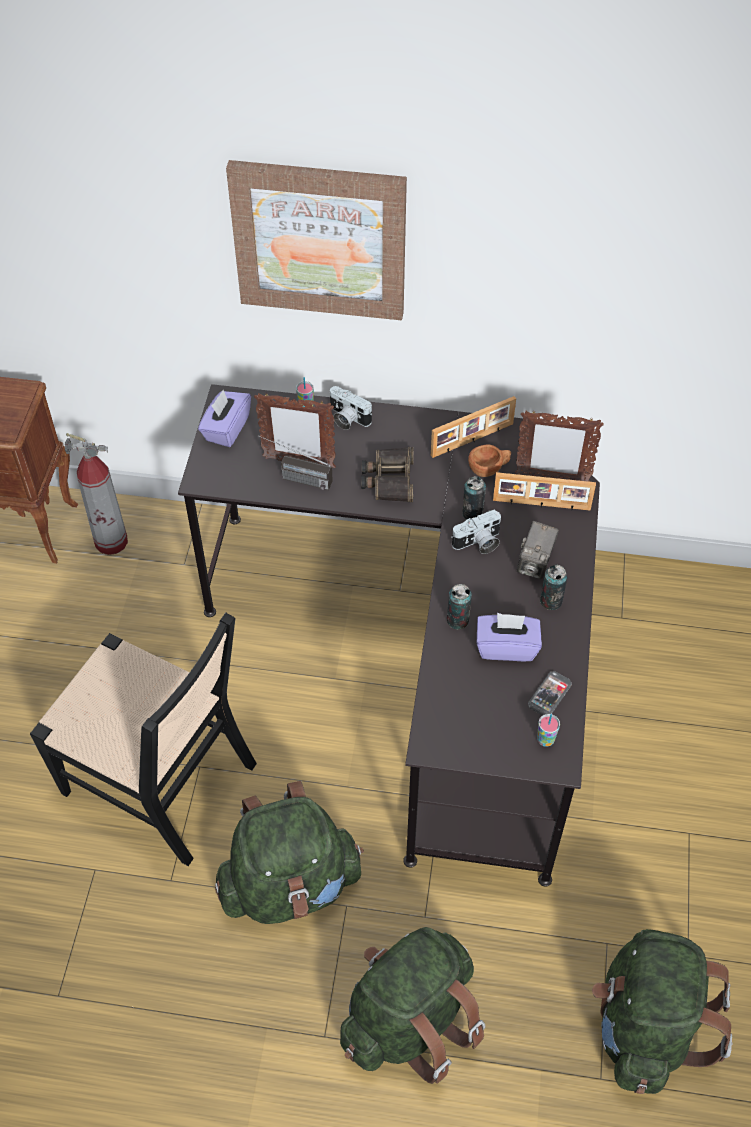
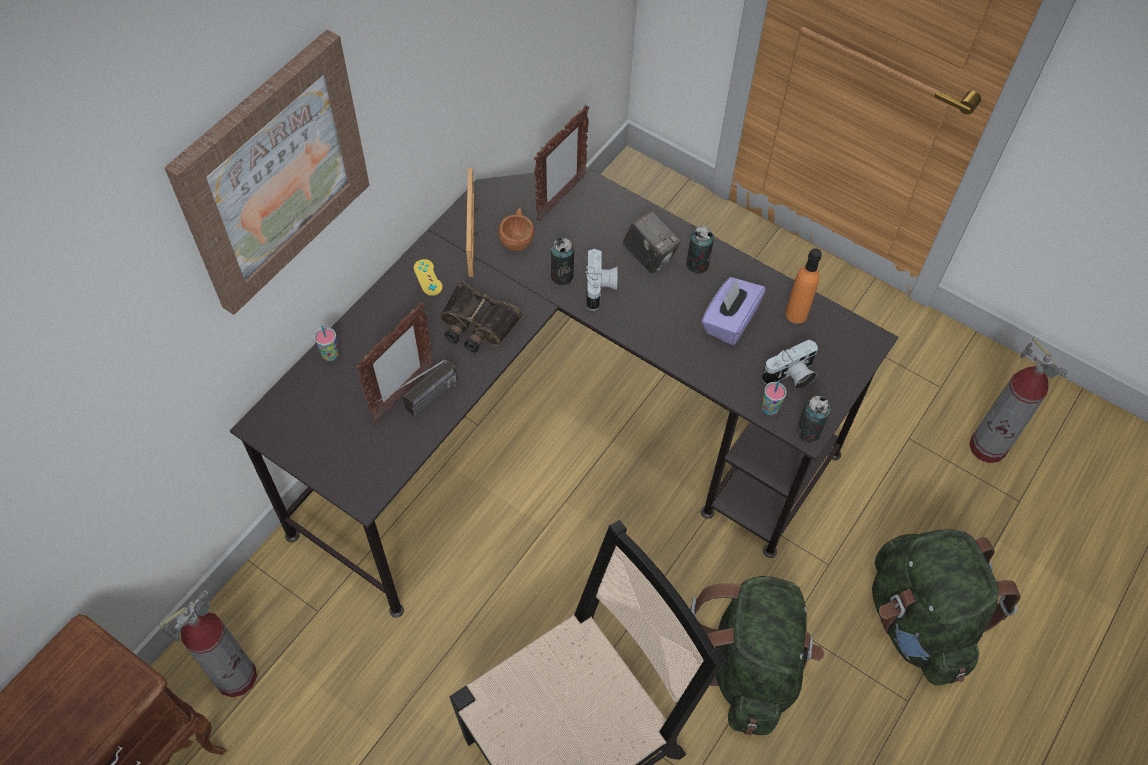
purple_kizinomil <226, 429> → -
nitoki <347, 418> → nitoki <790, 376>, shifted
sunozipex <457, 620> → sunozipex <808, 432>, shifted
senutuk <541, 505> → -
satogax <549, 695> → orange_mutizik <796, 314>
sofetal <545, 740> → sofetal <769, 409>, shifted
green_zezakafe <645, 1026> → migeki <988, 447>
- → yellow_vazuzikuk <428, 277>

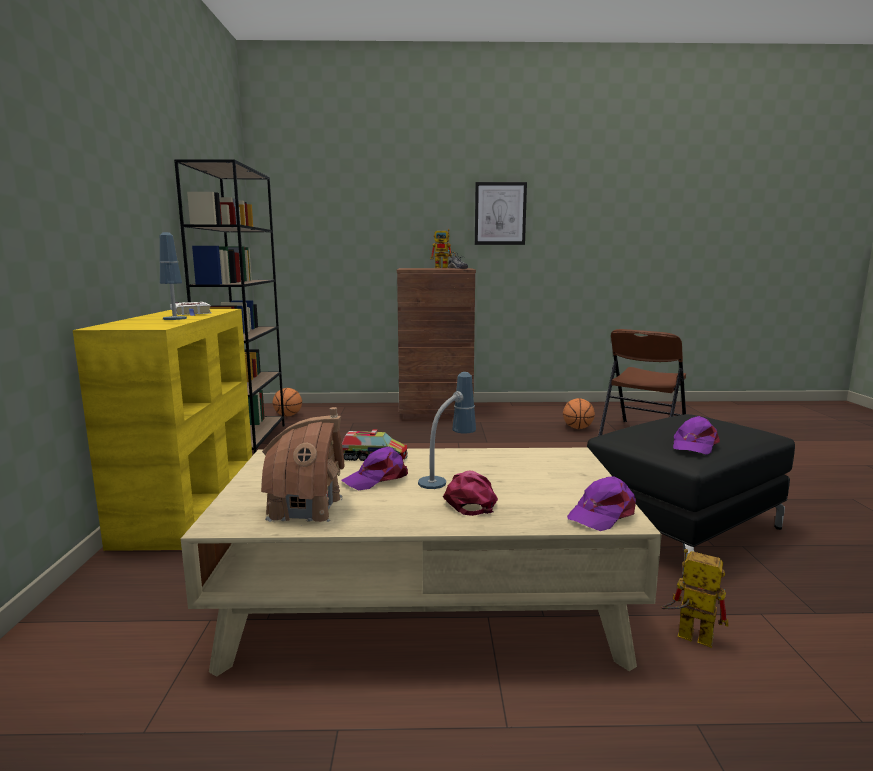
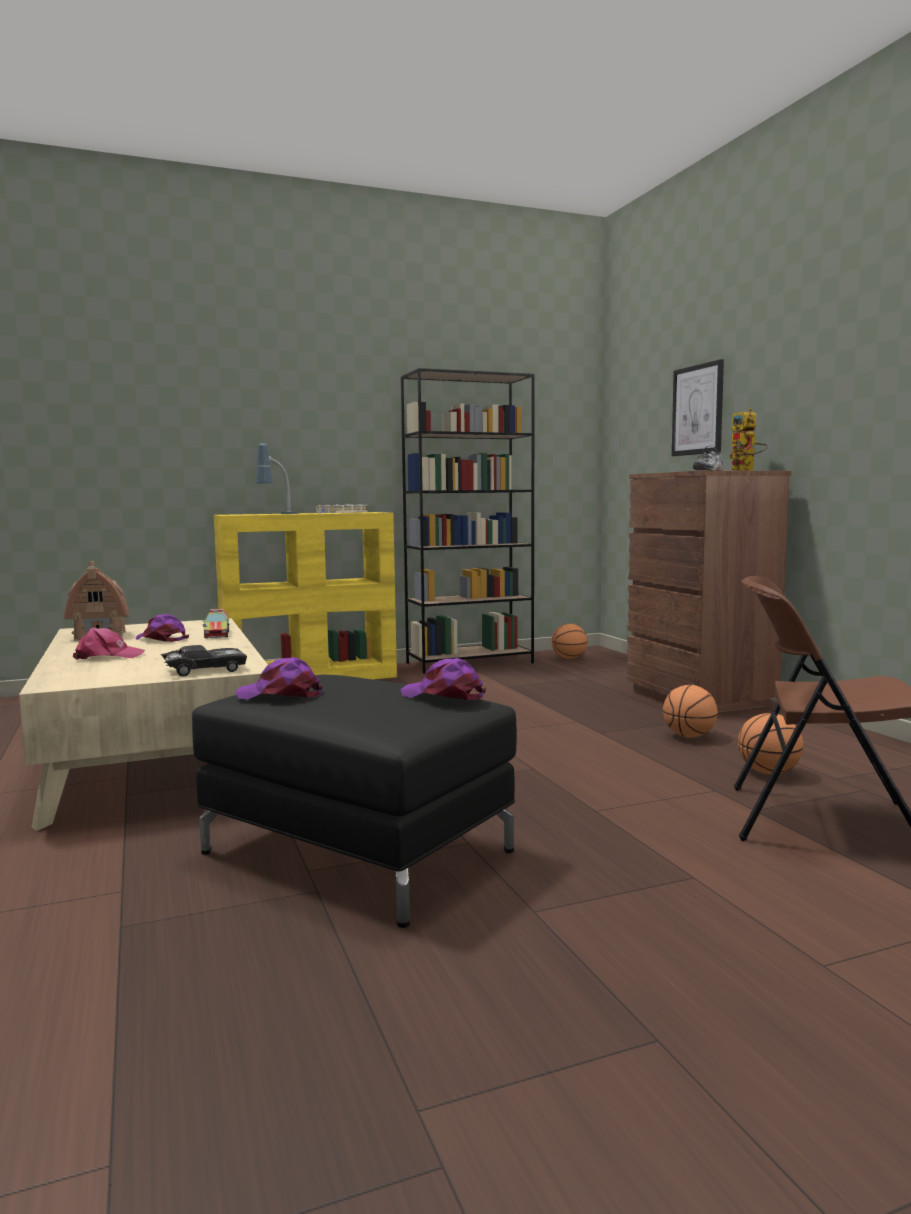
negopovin <447, 478> → -
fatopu <500, 213> → fatopu <697, 410>, shifted
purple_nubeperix <602, 514> → purple_nubeperix <444, 695>, shifted
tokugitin <686, 636> → -
- → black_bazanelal <205, 670>
- → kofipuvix <689, 736>

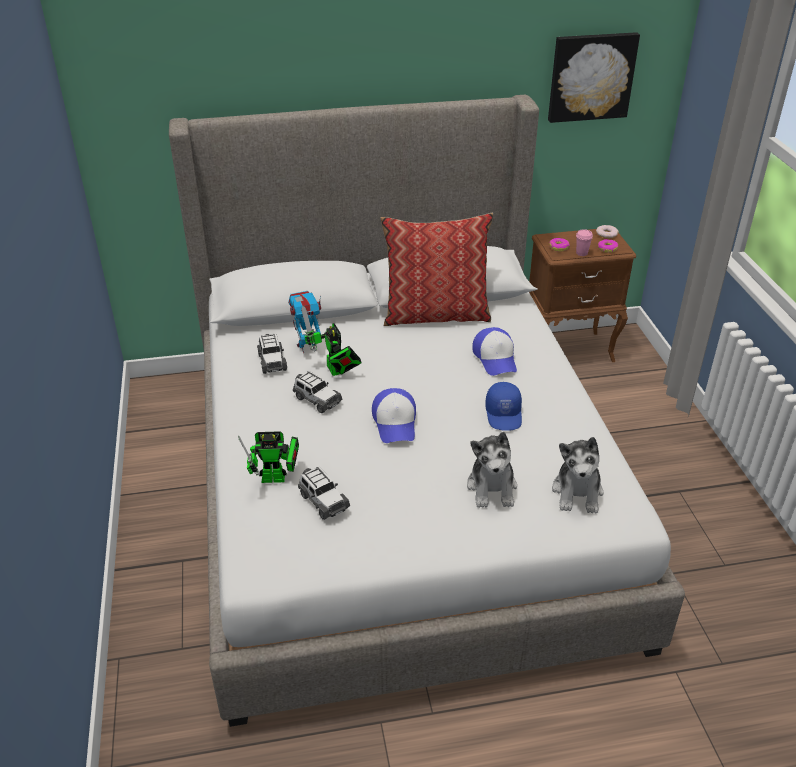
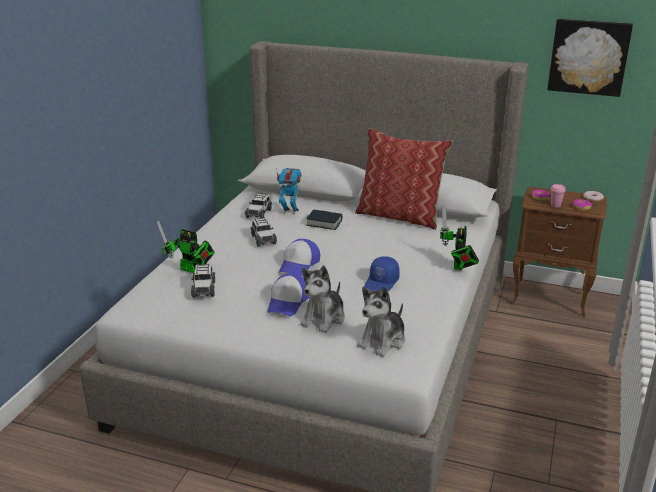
tokugitin <335, 371> → tokugitin <458, 267>, shifted
nubeperix <495, 358> → nubeperix <288, 302>, shifted
- → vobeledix <324, 223>

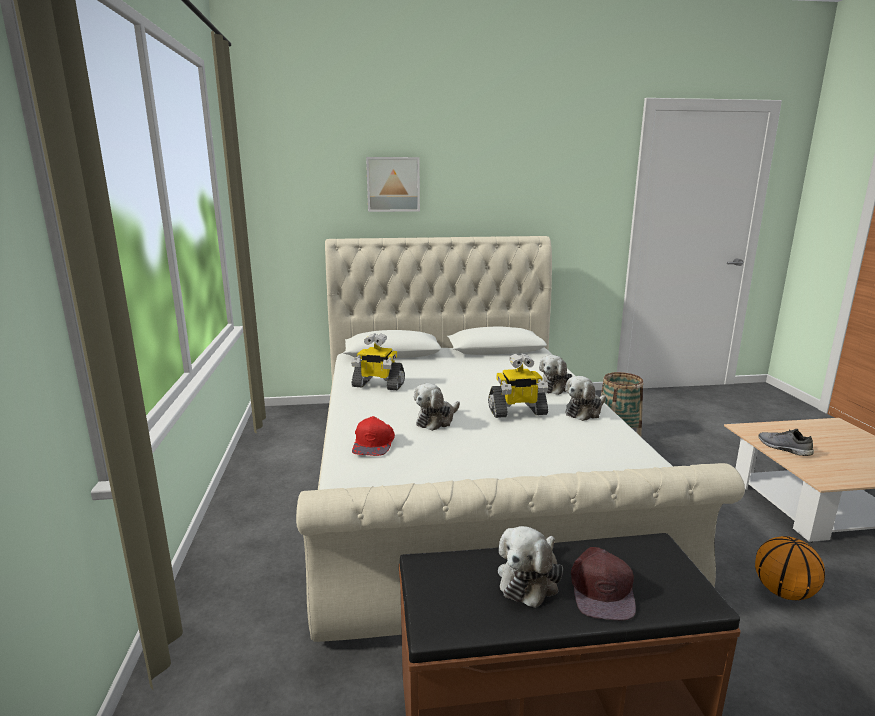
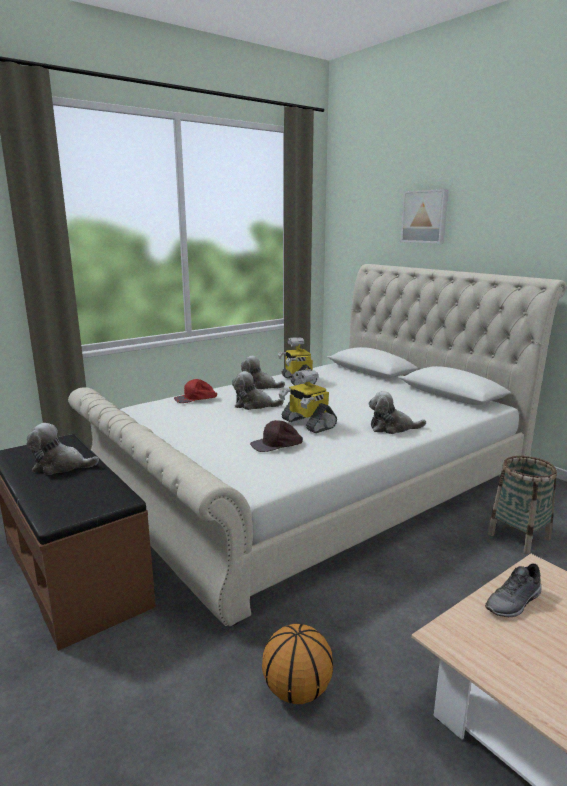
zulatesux <584, 412> → zulatesux <259, 386>, shifted
brown_nubeperix <602, 589> → brown_nubeperix <277, 444>, shifted
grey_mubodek <783, 448> → grey_mubodek <514, 602>, 150 degrees counterclockwise

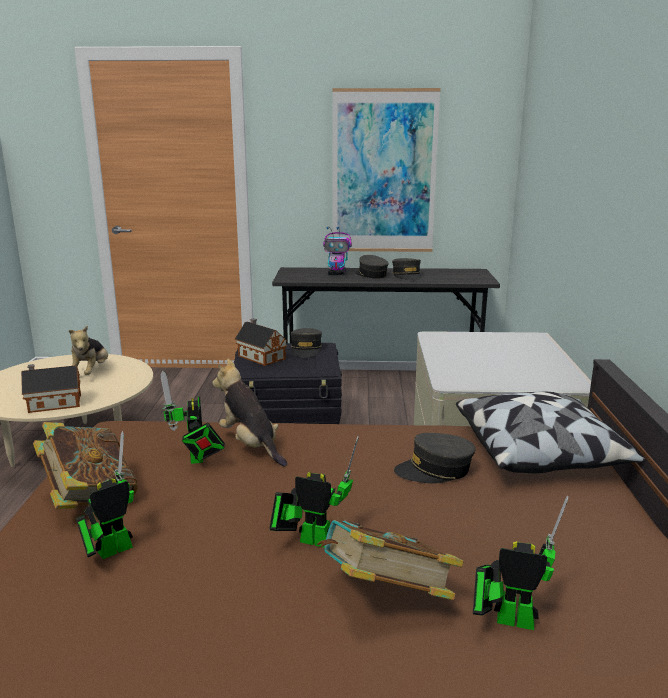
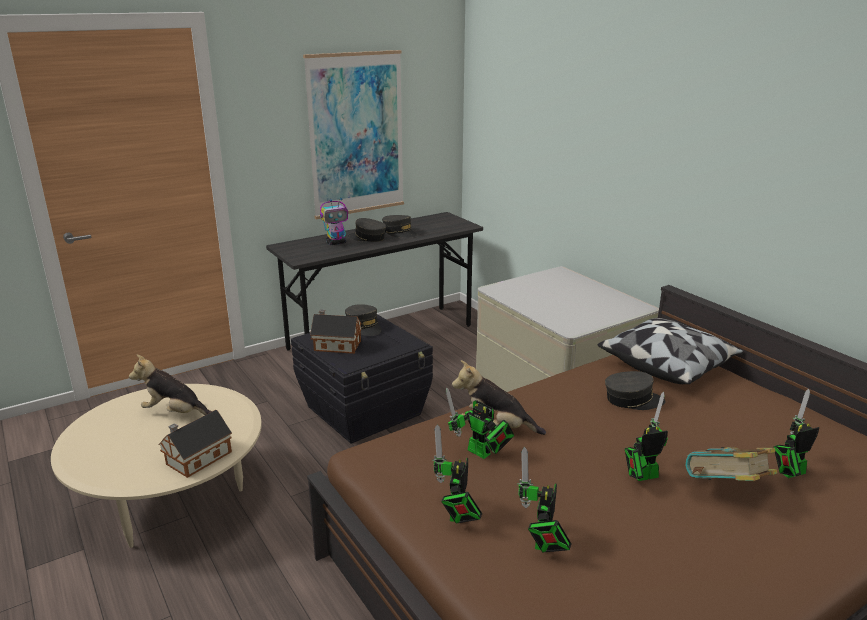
vobeledix <89, 497> → tokugitin <457, 516>
zulatesux <91, 372> → zulatesux <175, 413>, 135 degrees clockwise
grey_nubeperix <435, 470> → grey_nubeperix <632, 400>, 135 degrees counterclockwise

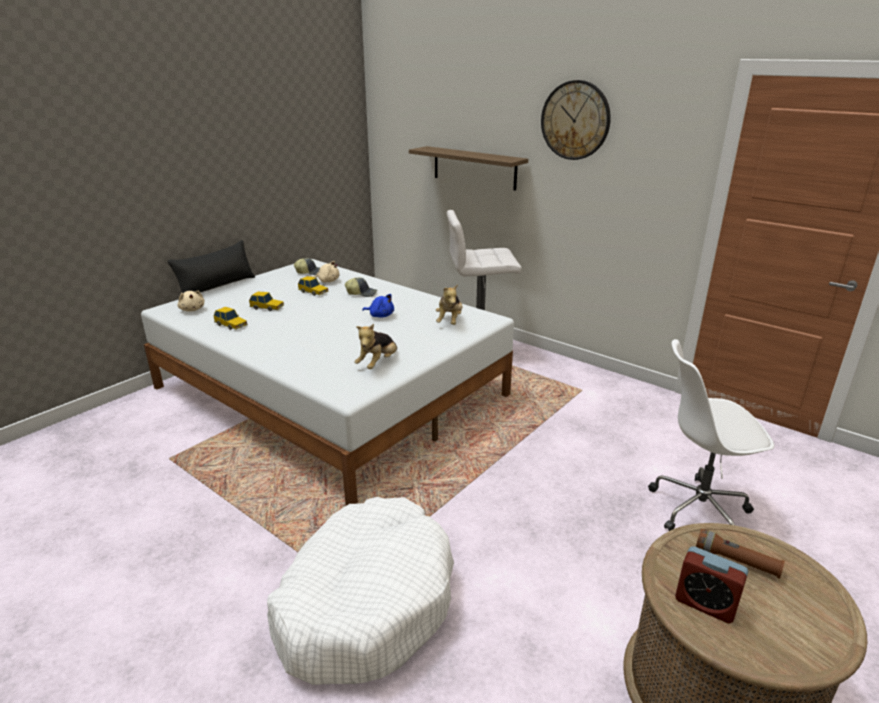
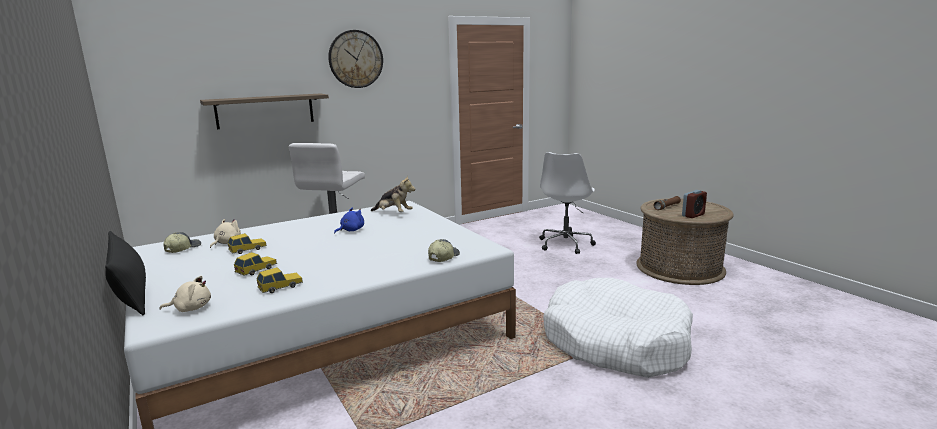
nubeperix <362, 293> → nubeperix <443, 257>, shifted
zulatesux <378, 363> → -

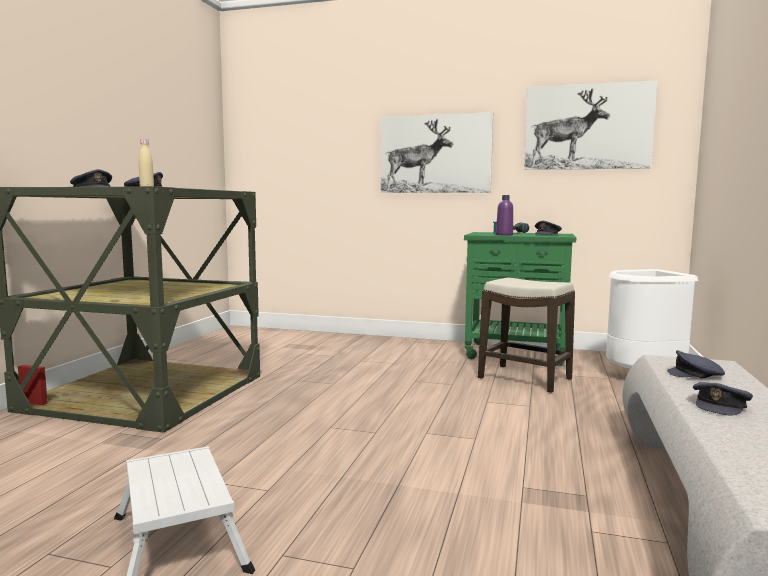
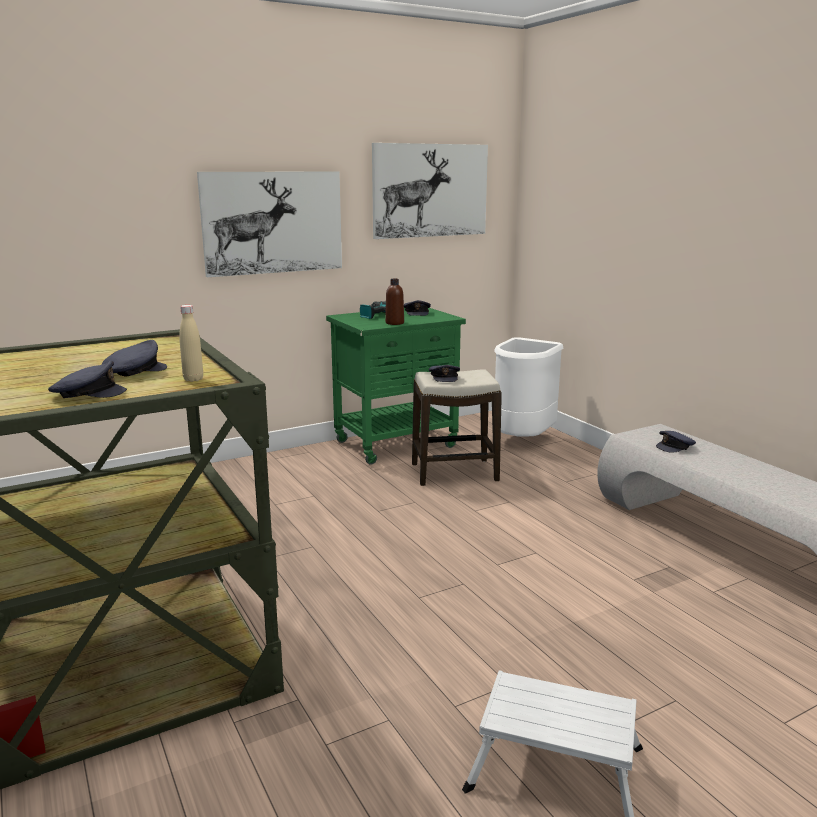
purple_mutizik <504, 235> → brown_mutizik <394, 323>
grey_nubeperix <720, 405> → grey_nubeperix <444, 377>, shifted

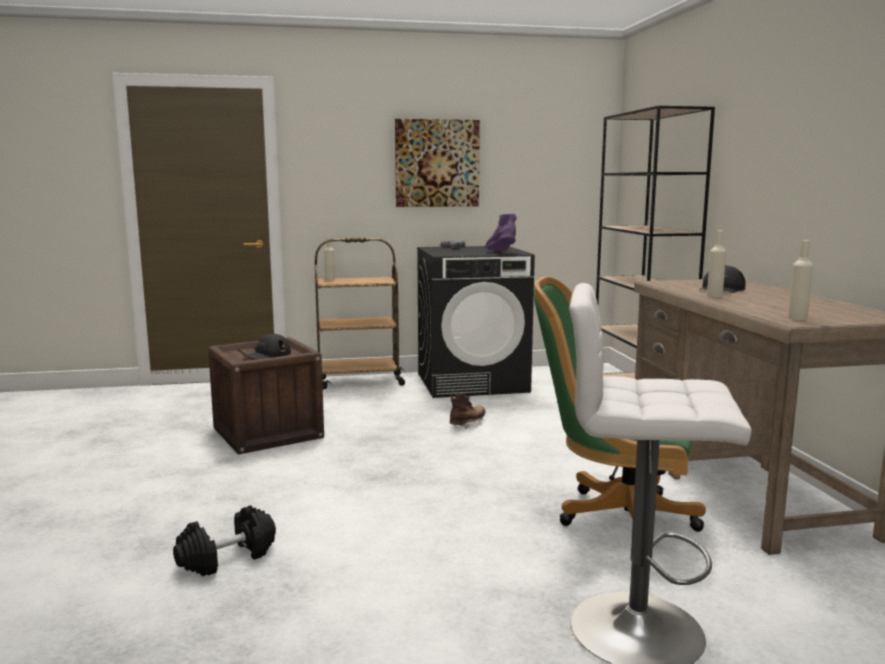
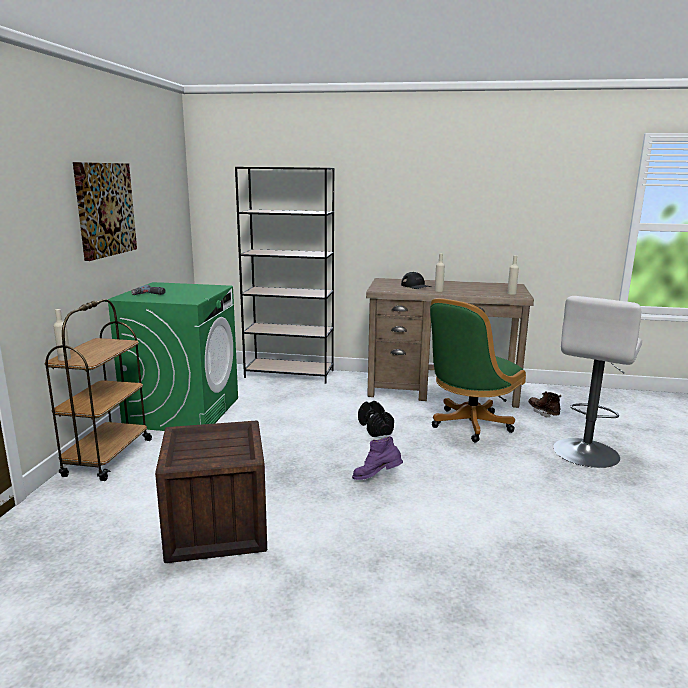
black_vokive <227, 558> → black_vokive <375, 428>, shifted
black_nubeperix <267, 355> → -
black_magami <472, 382> → green_magami <183, 412>
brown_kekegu <467, 424> → brown_kekegu <543, 412>, shifted
purple_kekegu <501, 253> → purple_kekegu <376, 478>, shifted

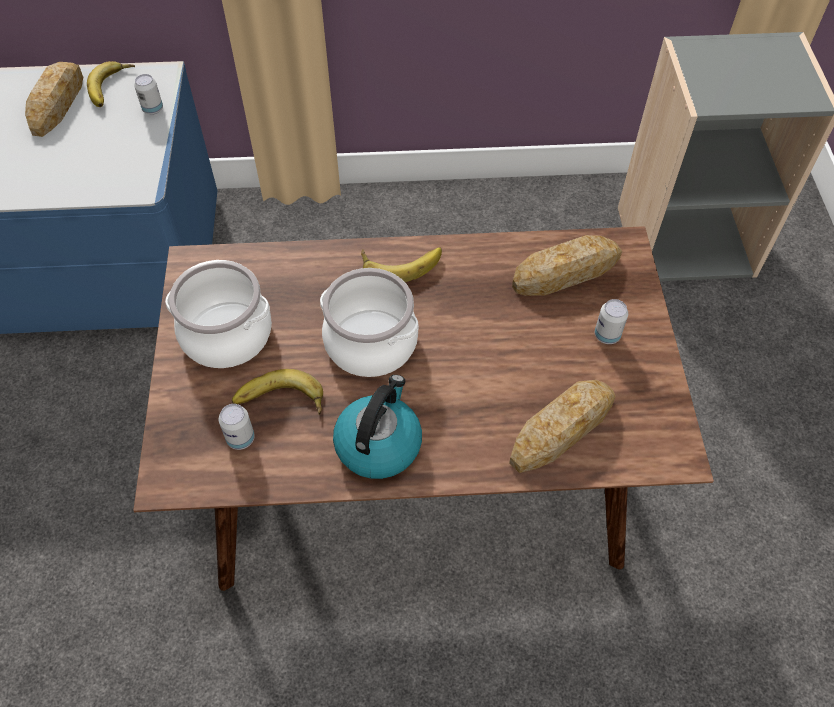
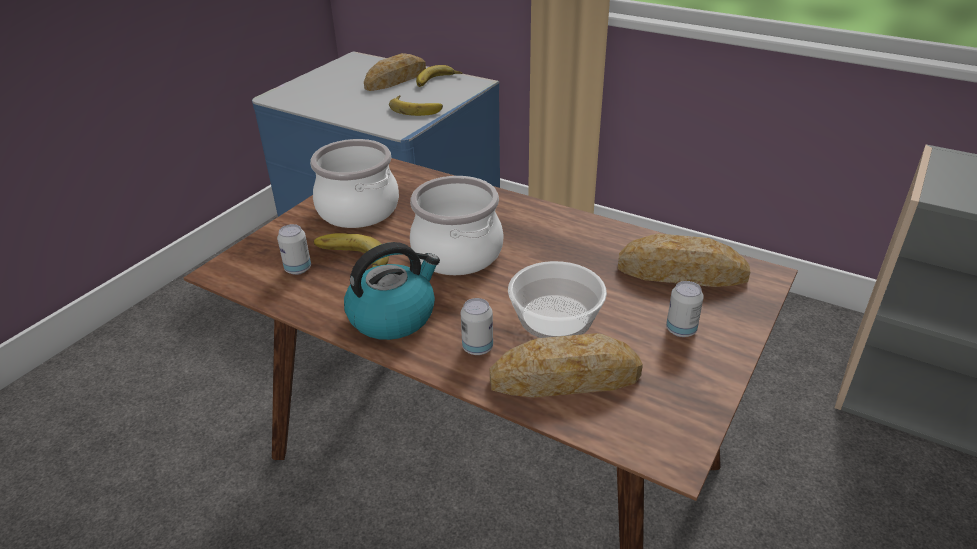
sunozipex <153, 109> → sunozipex <477, 348>, shifted
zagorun <401, 262> → zagorun <416, 108>, shifted
- → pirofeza <555, 317>

